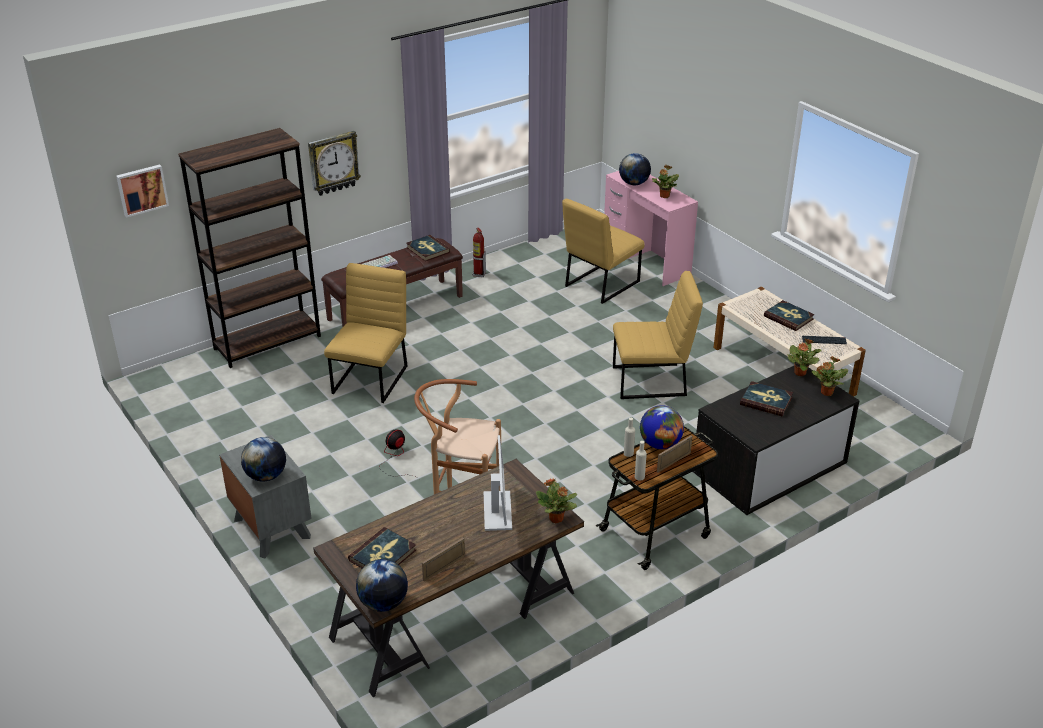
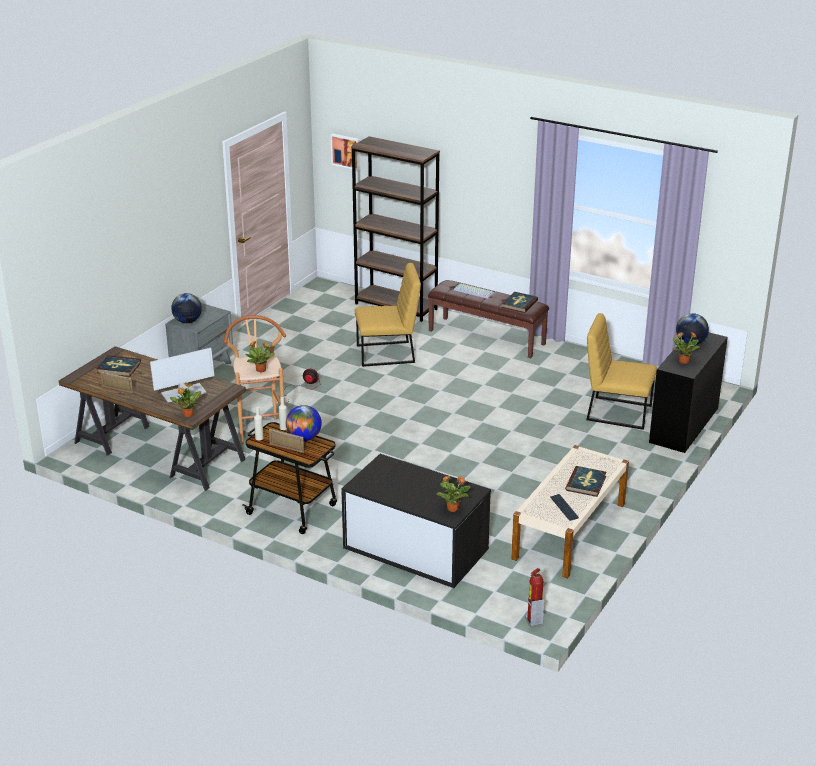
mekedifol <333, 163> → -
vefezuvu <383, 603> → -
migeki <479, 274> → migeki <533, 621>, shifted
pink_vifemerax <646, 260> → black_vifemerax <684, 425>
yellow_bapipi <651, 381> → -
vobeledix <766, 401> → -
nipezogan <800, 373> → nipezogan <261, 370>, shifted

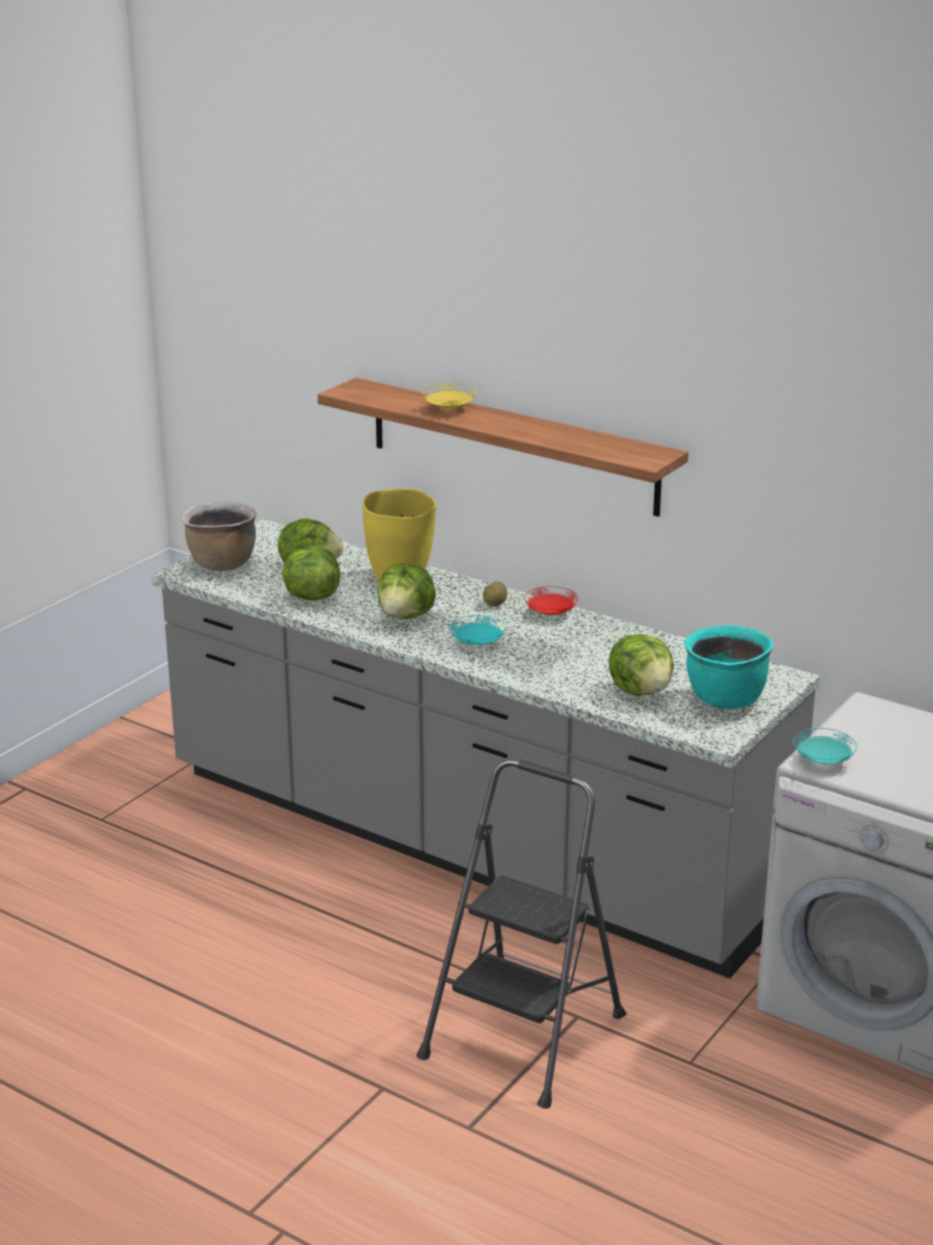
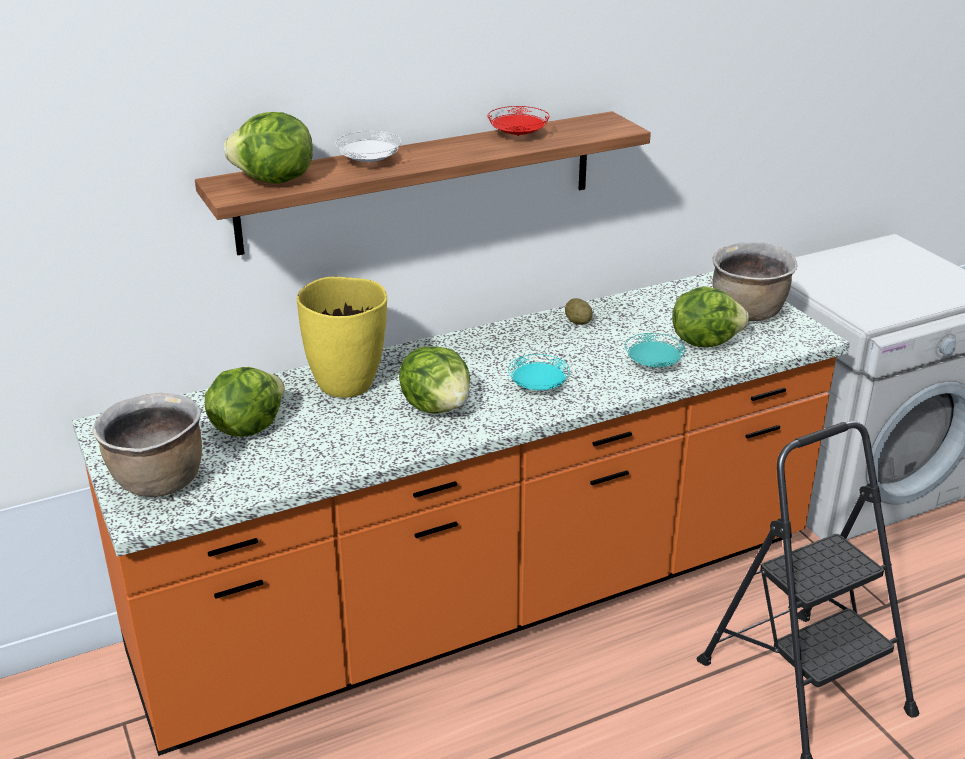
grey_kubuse <466, 844> → orange_kubuse <482, 602>
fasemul <310, 597> → fasemul <274, 181>, shifted
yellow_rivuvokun <449, 409> → white_rivuvokun <369, 162>
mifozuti <495, 604> → mifozuti <578, 322>, shifted
red_rivuvokun <550, 613> → red_rivuvokun <517, 136>, shifted
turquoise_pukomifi <724, 699> → brown_pukomifi <748, 313>
turquoise_rivuvokun <822, 761> → turquoise_rivuvokun <653, 365>, shifted

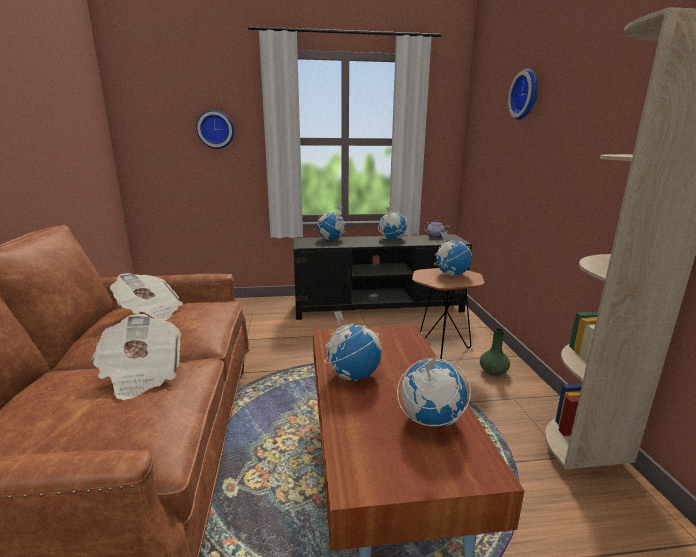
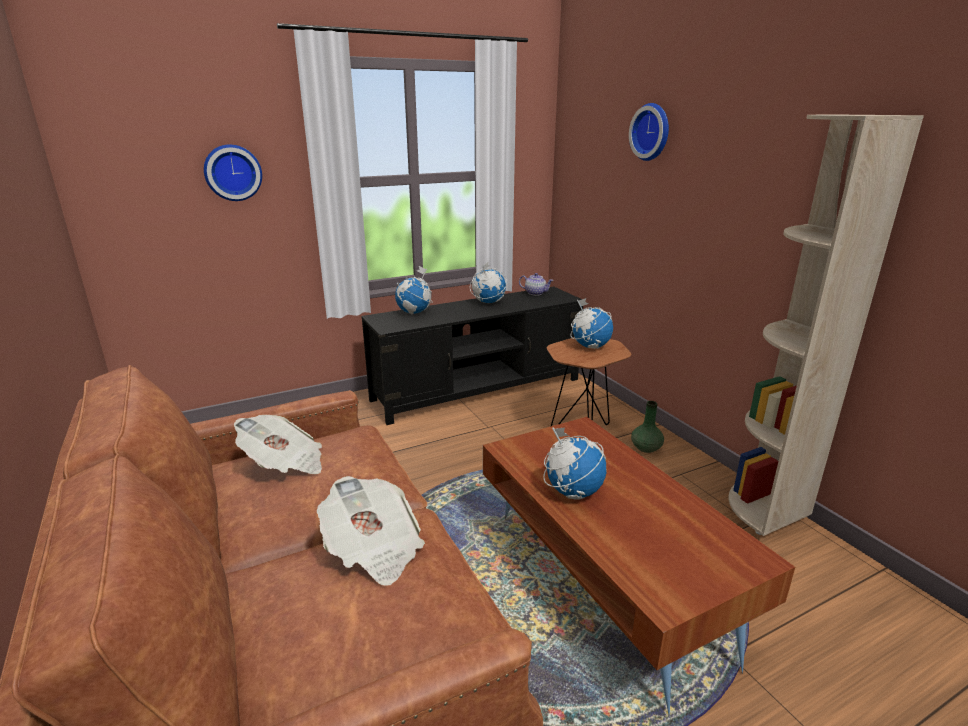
vefezuvu <430, 420> → -

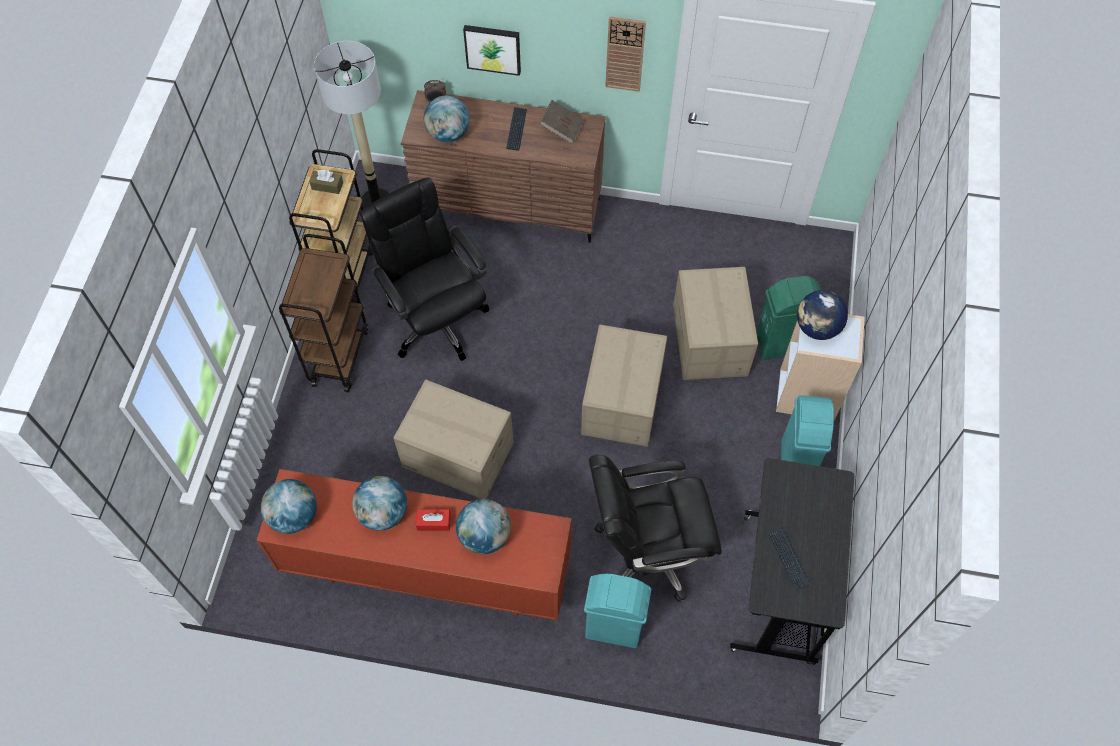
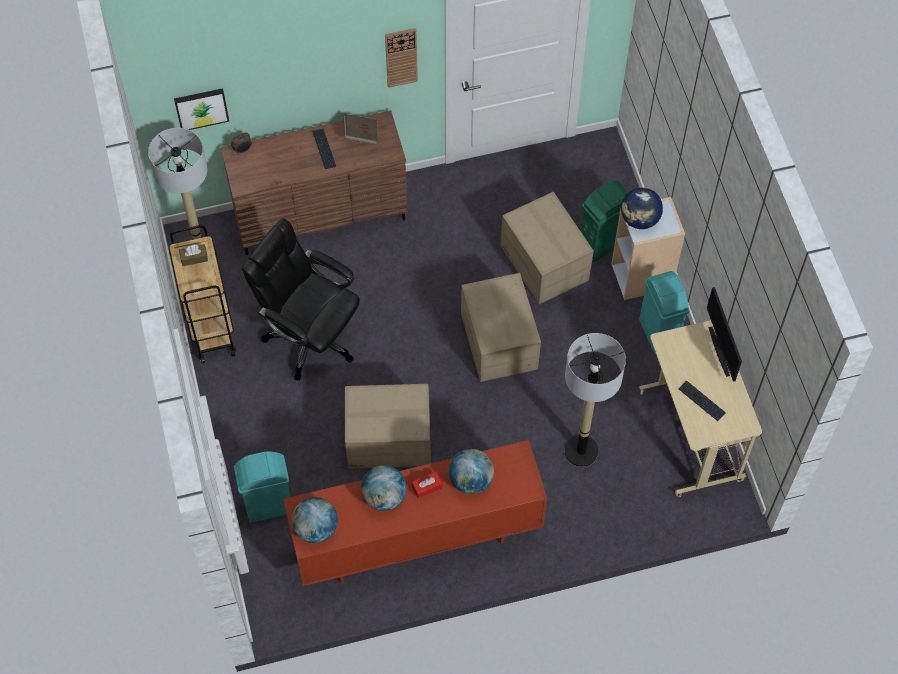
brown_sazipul <339, 357> → -
vefezuvu <448, 134> → -
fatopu <493, 48> → fatopu <201, 108>, shifted
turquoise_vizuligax <614, 628> → turquoise_vizuligax <269, 506>, shifted
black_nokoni <650, 553> → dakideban <581, 451>
black_vifemerax <778, 588> → beige_vifemerax <690, 435>
- → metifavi <720, 351>

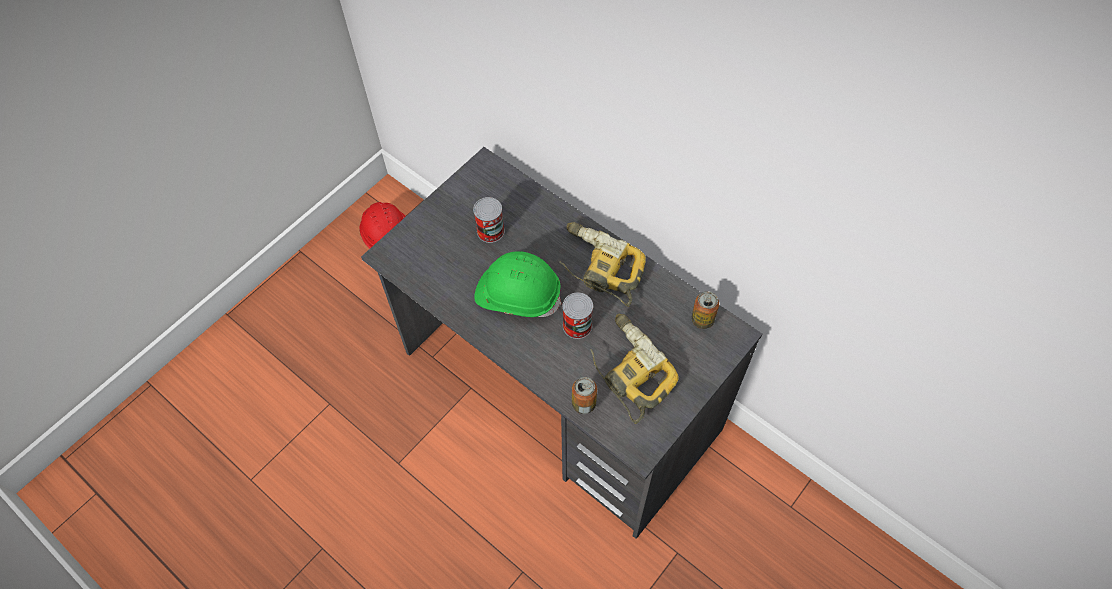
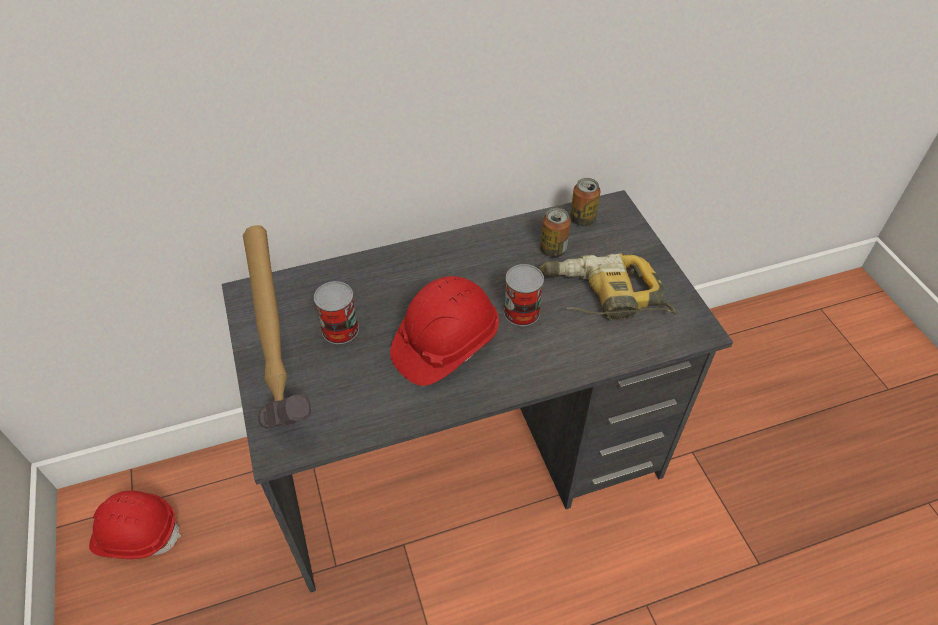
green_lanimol <518, 295> → red_lanimol <445, 344>
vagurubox <598, 268> → -
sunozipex <584, 404> → sunozipex <553, 249>, shifted
- → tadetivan <291, 378>

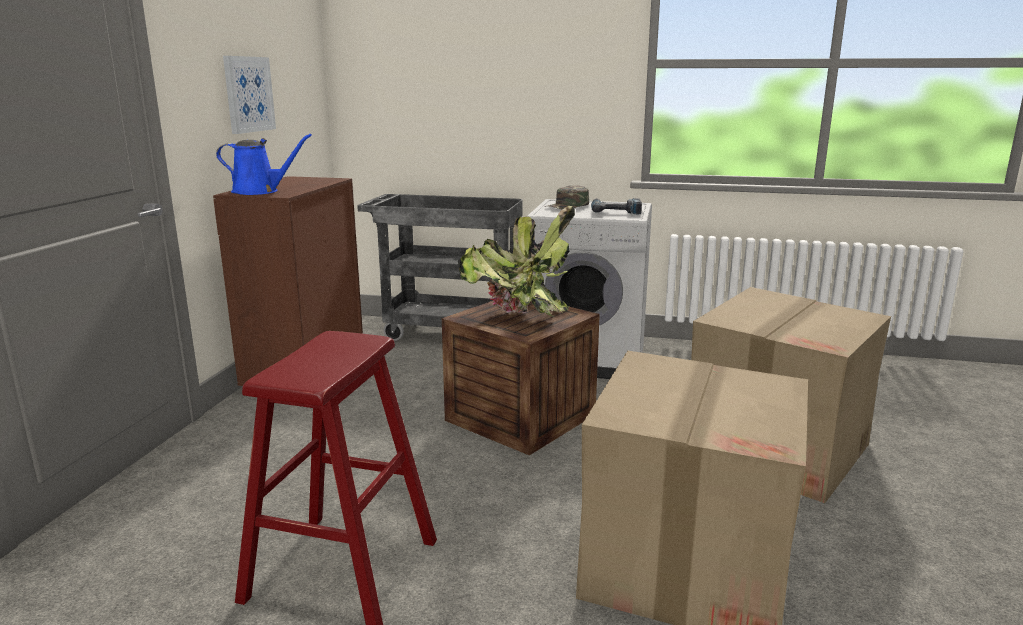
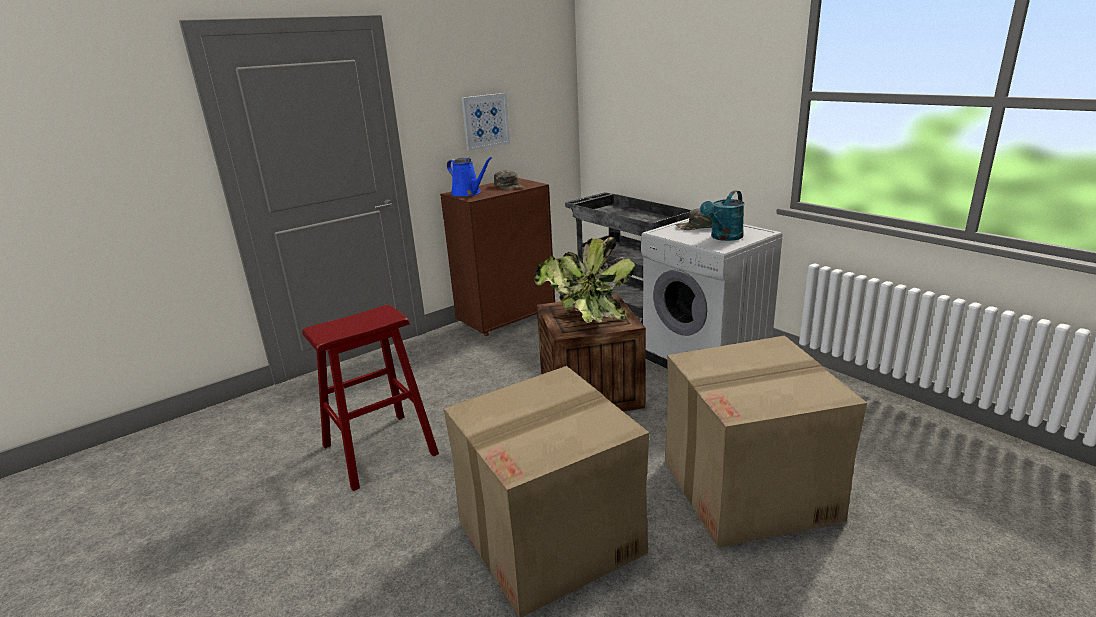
vagurubox <615, 211> → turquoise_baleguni <723, 237>
- → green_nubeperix <509, 186>

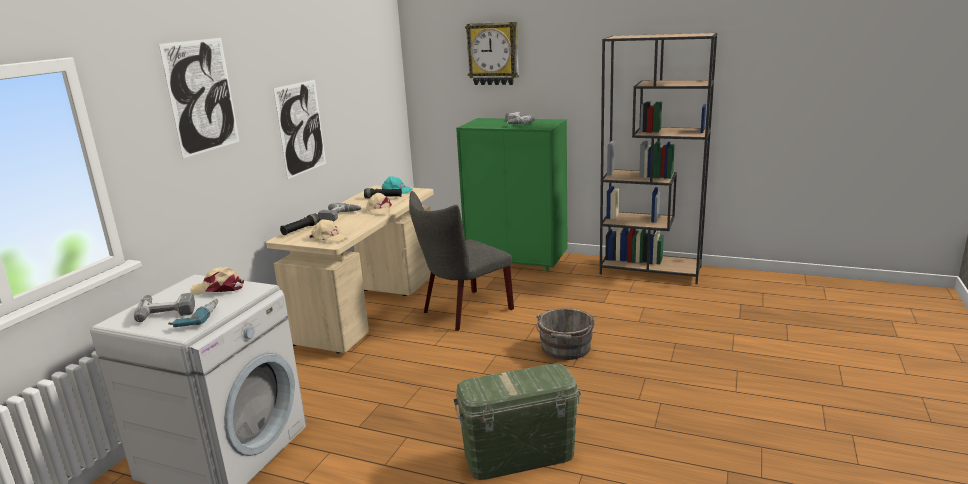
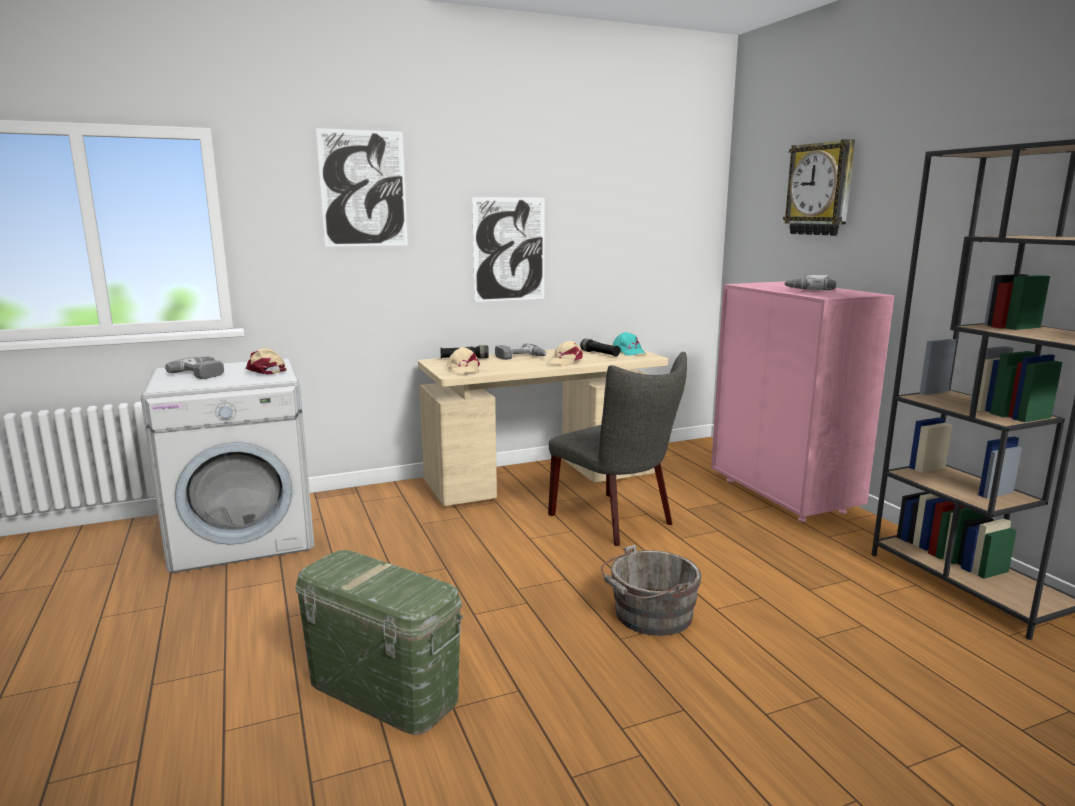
vagurubox <196, 318> → -
grey_bapipi <462, 312> → grey_bapipi <617, 521>, 135 degrees counterclockwise
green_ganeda <517, 260> → pink_ganeda <784, 495>

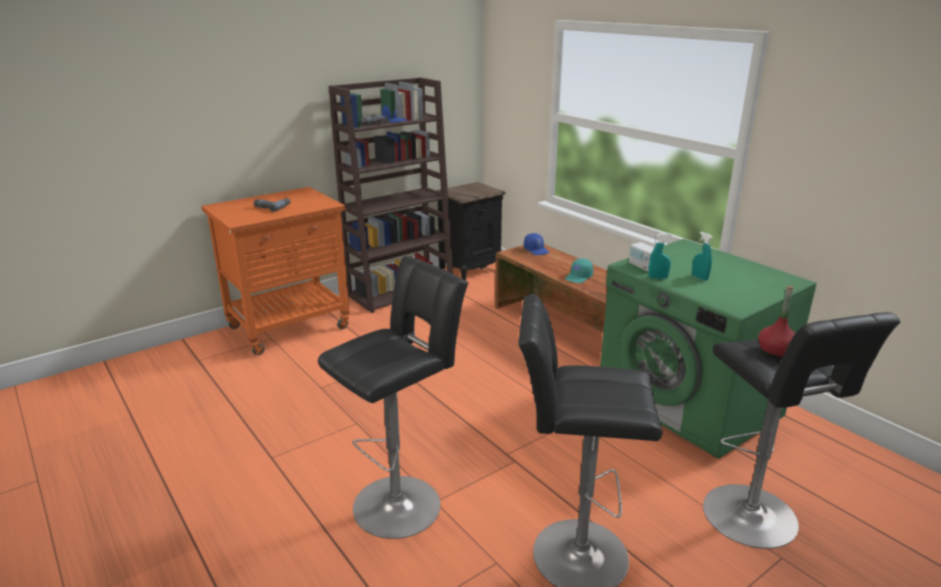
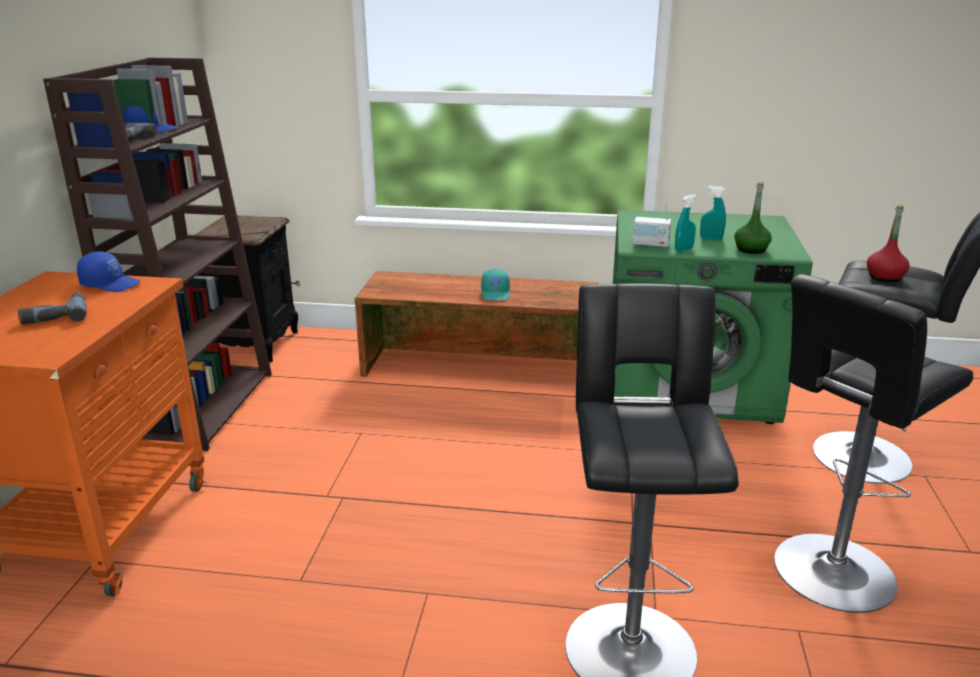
blue_nubeperix <536, 250> → blue_nubeperix <111, 284>, shifted
- → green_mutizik <751, 249>

